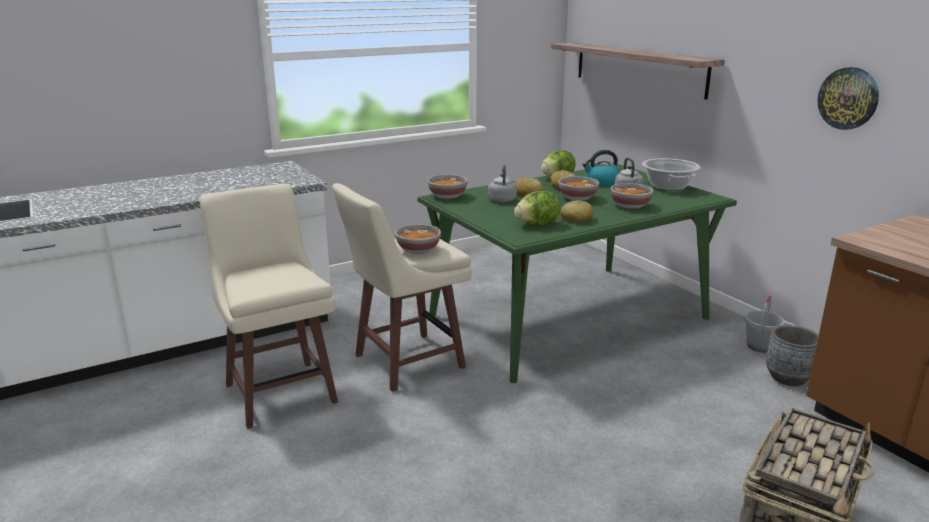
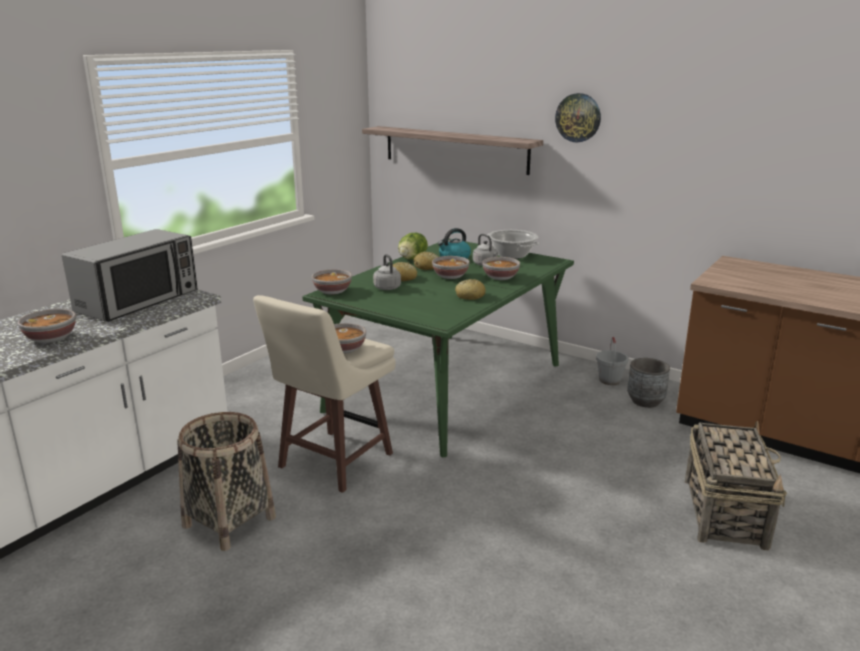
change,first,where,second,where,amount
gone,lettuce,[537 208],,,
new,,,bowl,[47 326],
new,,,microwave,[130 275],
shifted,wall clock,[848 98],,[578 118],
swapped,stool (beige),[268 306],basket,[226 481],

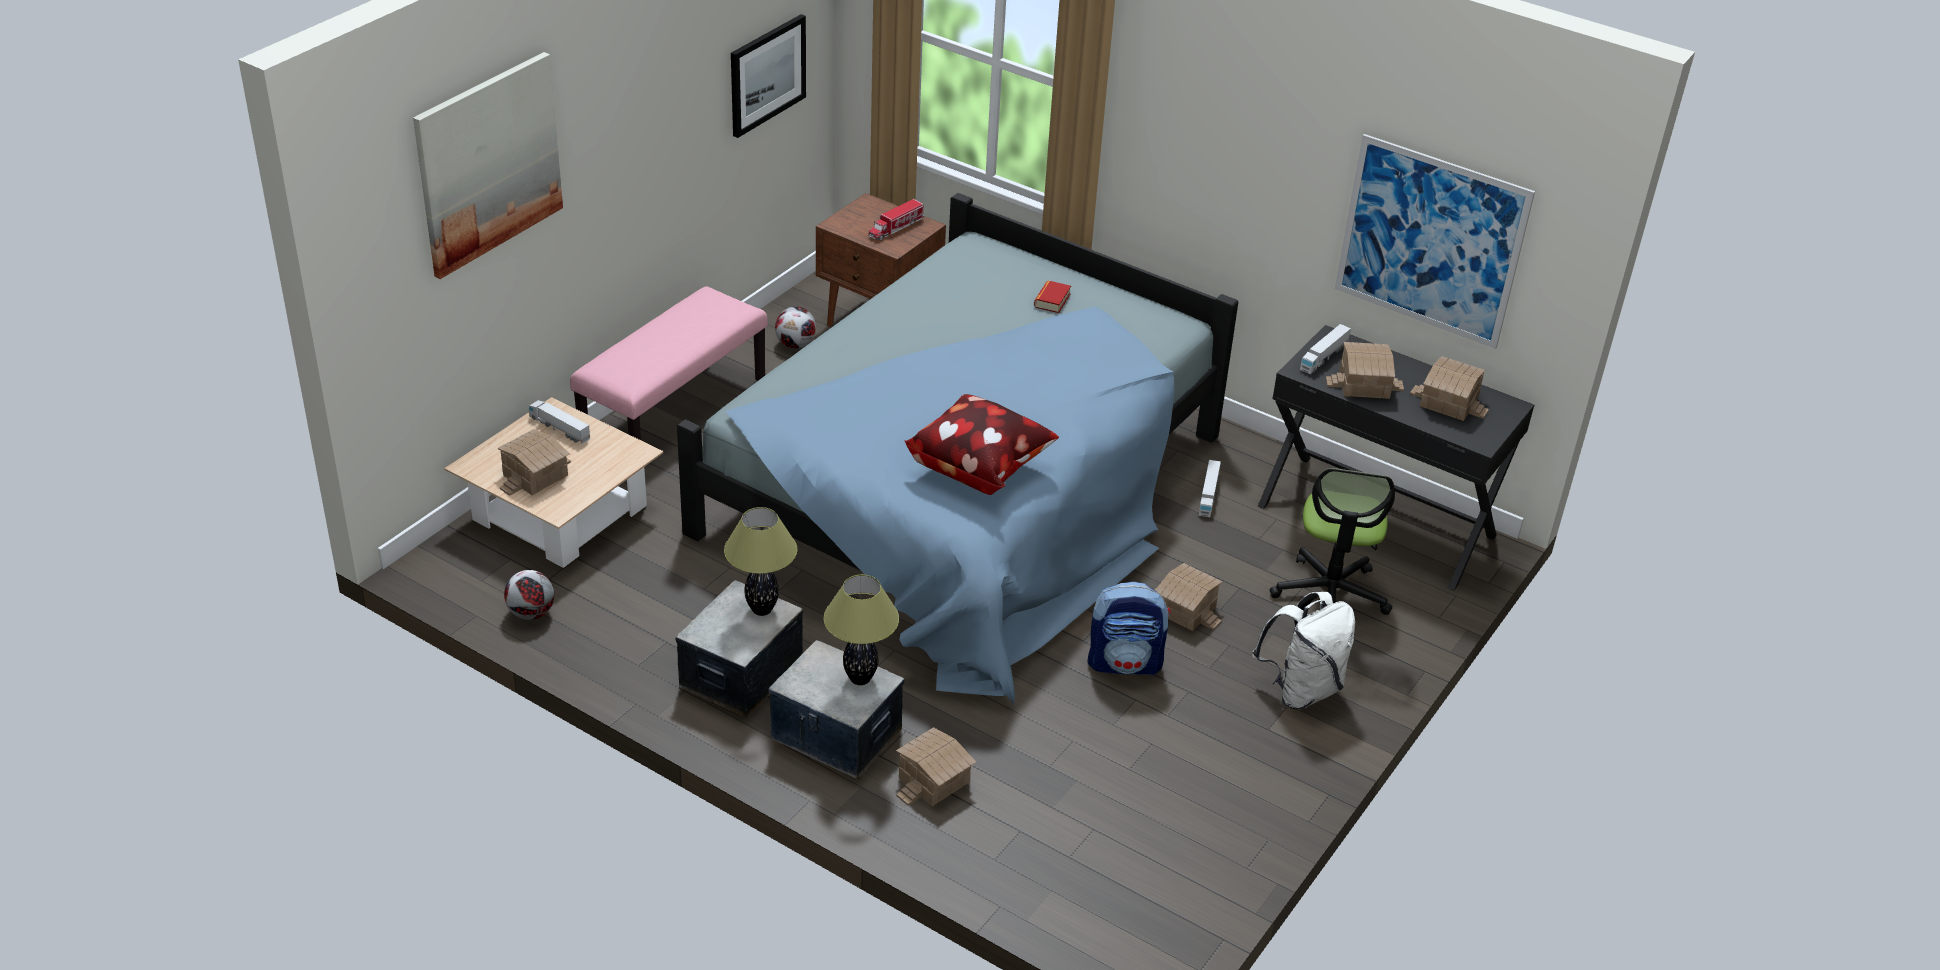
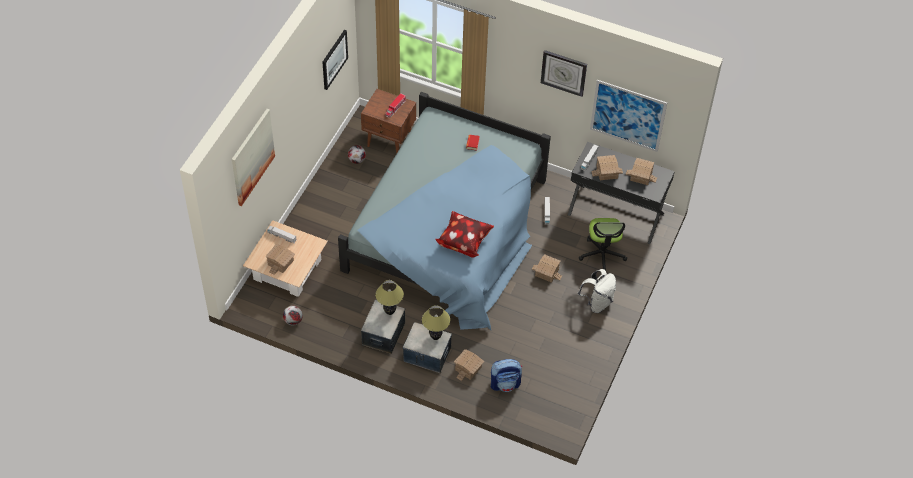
change,first,where,second,where,amount
gone,bench (pink),[669 363],,,
new,,,wall clock,[564 73],
shifted,backpack,[1129 628],,[506 375],

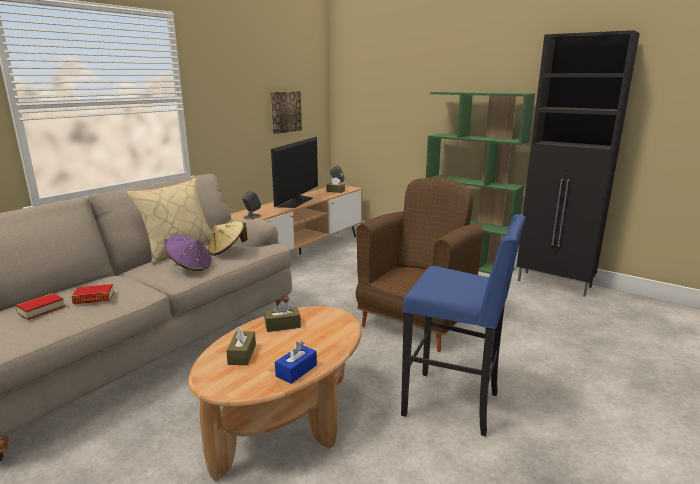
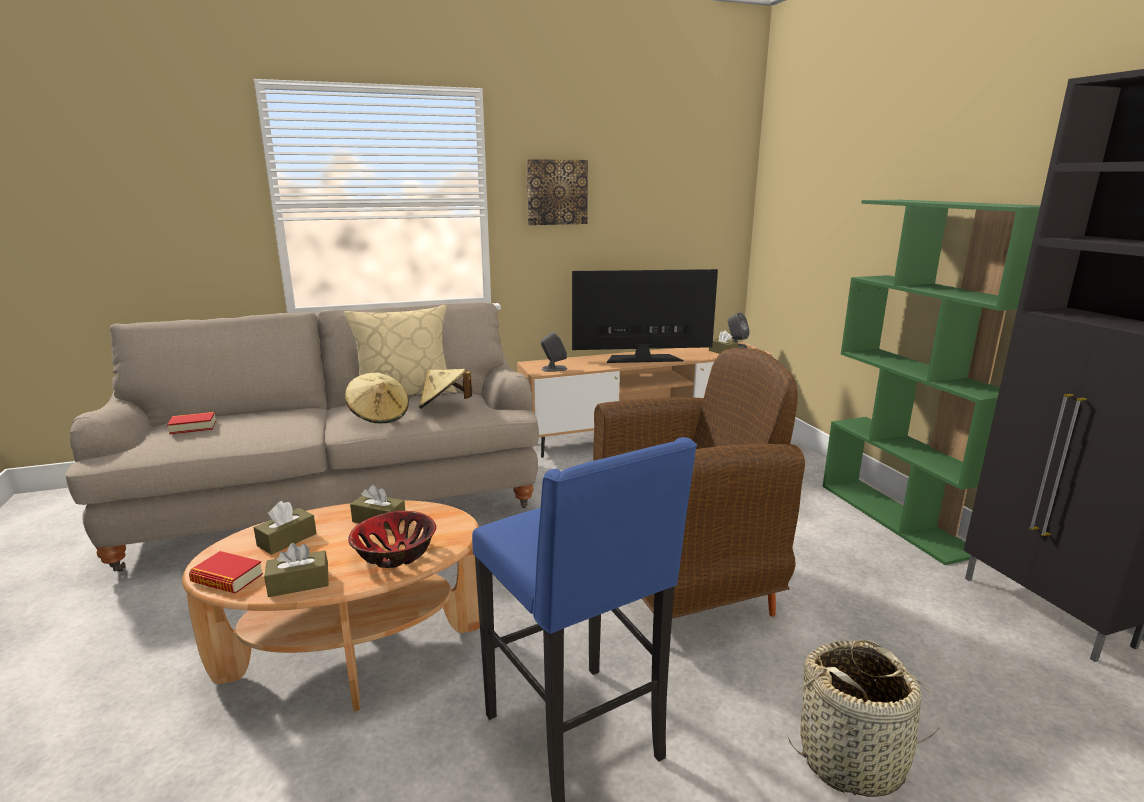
change,first,where,second,where,amount
new,,,bowl,[392 539],
new,,,basket,[863 718],
shifted,book,[93 294],,[226 572],
shifted,picture,[286 112],,[557 192],
repainted,hat (purple),[188 253],hat (beige),[377 398],
repainted,tissue box (blue),[296 362],tissue box (brown),[296 570],
rotated,television,[294 172],,[645 316],150 degrees counterclockwise

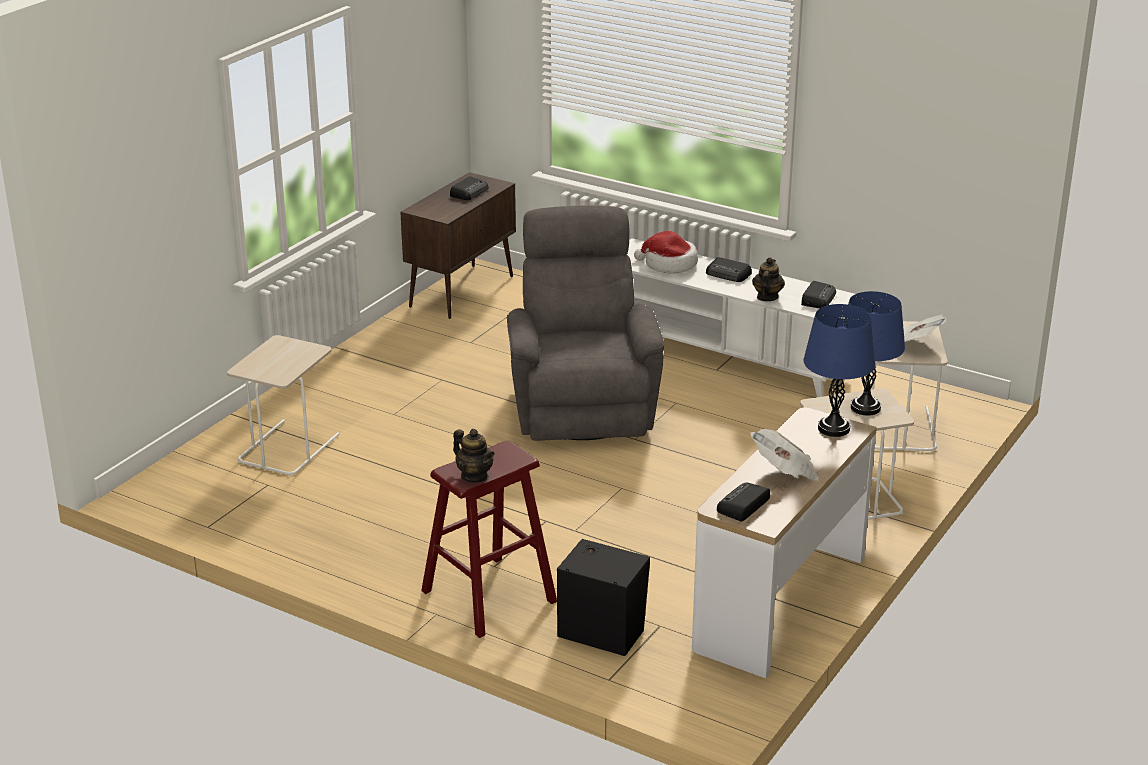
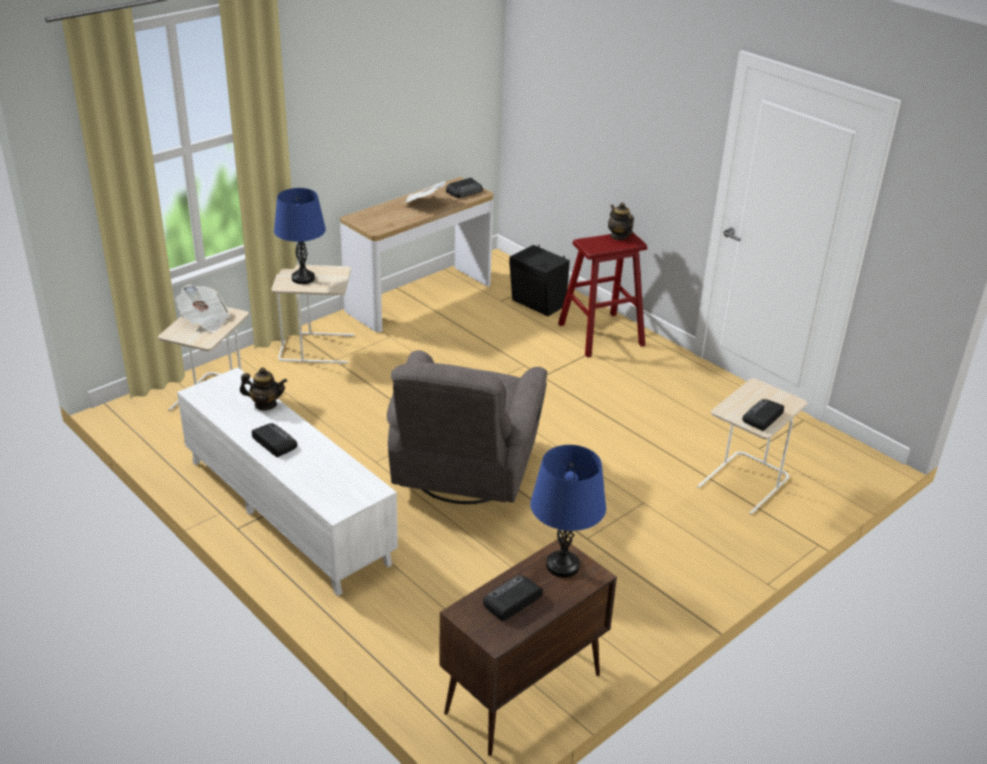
change,first,where,second,where,amount
gone,hat,[666 252],,,
shifted,radio,[818 294],,[763 415],
shifted,table lamp (blue),[840 370],,[568 511],
rotated,teapot,[768 279],,[263 388],120 degrees counterclockwise

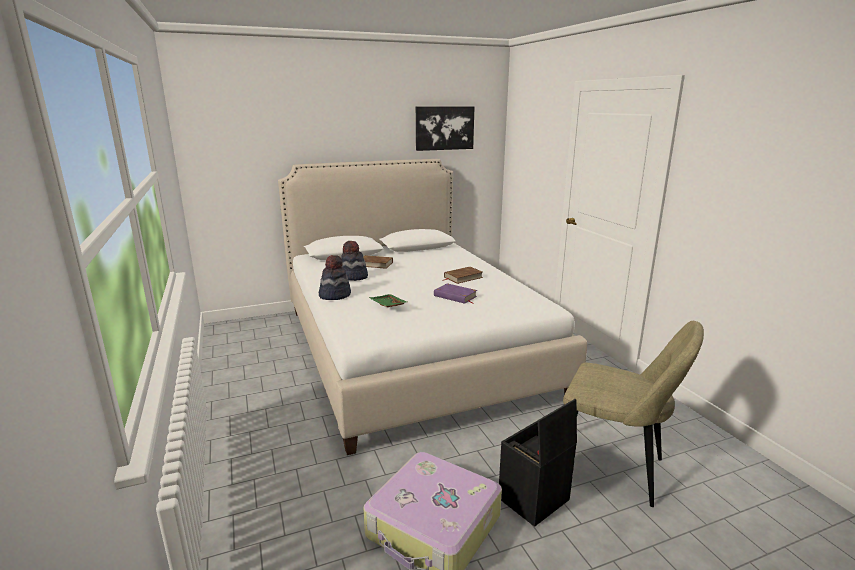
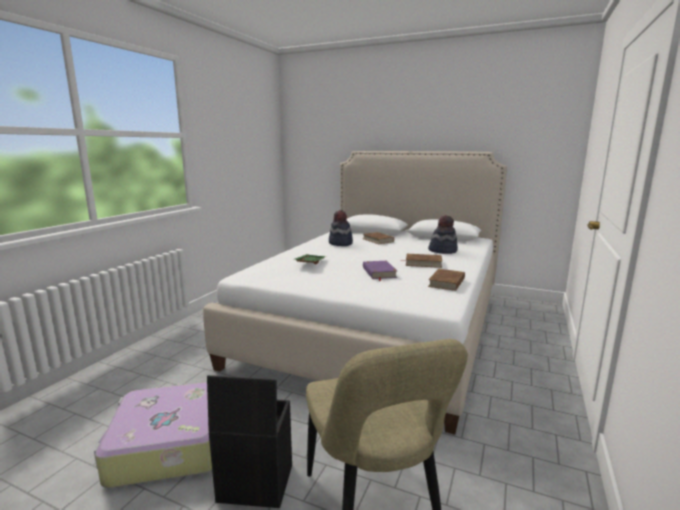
change,first,where,second,where,amount
gone,picture,[445 128],,,
new,,,book (brown),[446 280],
shifted,hat,[335 277],,[443 234],

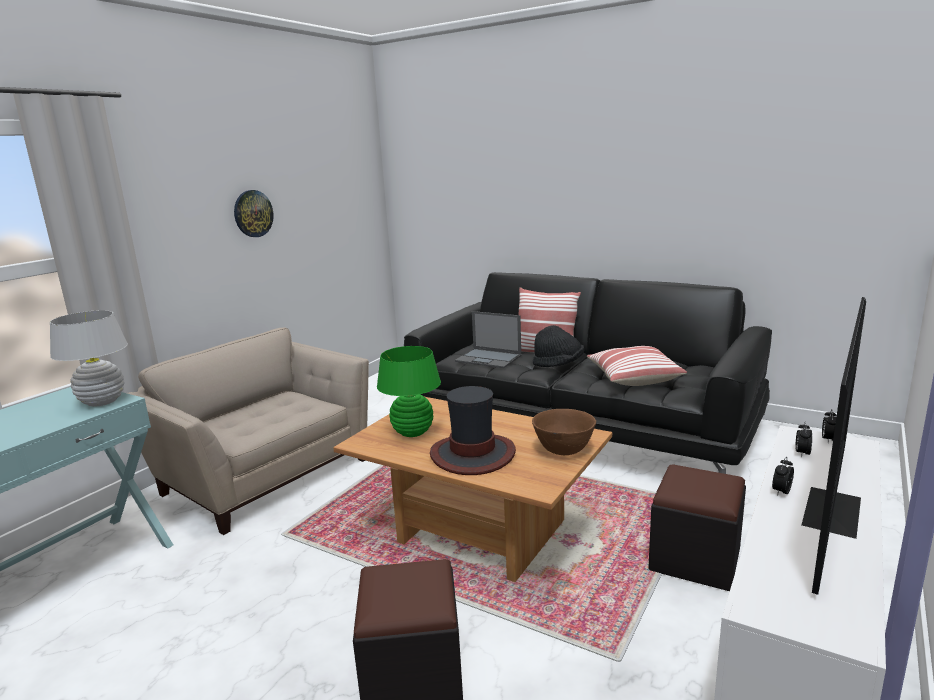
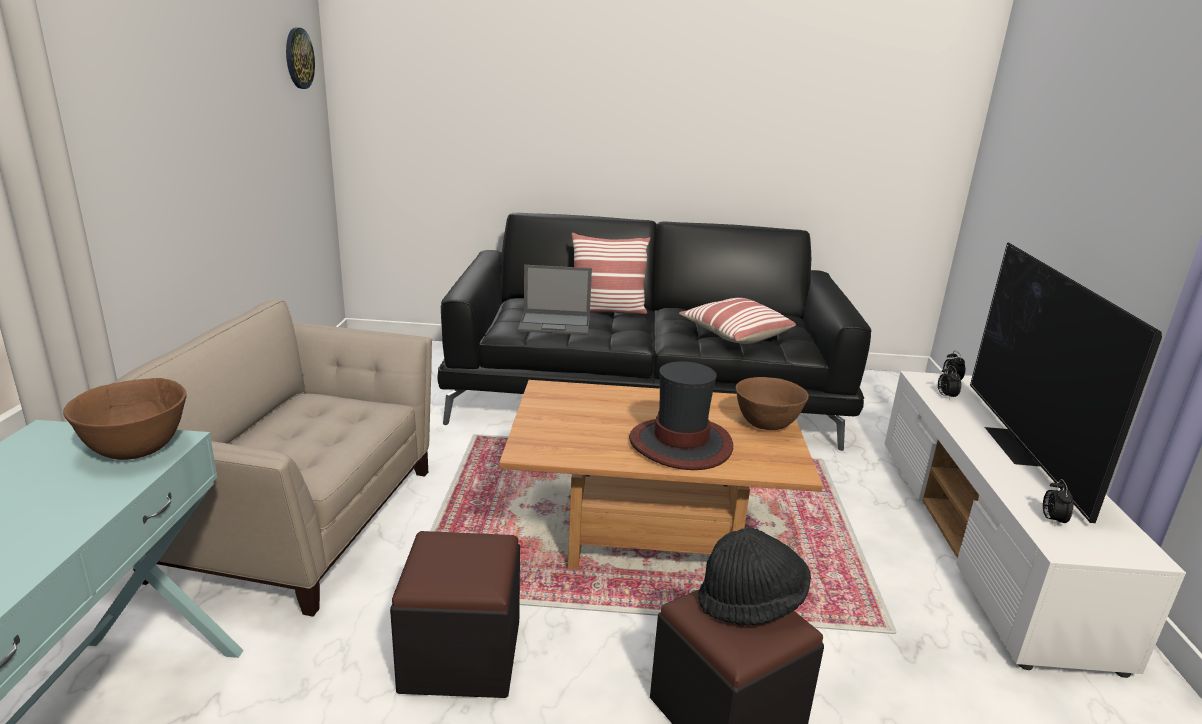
change,first,where,second,where,amount
gone,table lamp (green),[409 391],,,
shifted,wall clock,[254 213],,[300 58],
shifted,hat (black),[558 346],,[754 576],
shifted,ottoman (black),[697 528],,[455 614],
shifted,alarm clock,[783 476],,[1058 502],
swapped,table lamp (white),[89 358],bowl (brown),[124 419],

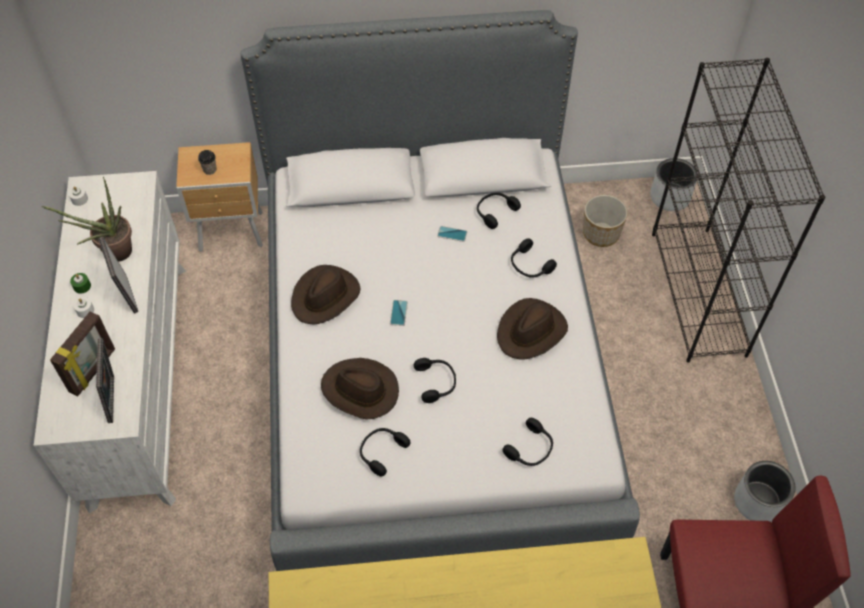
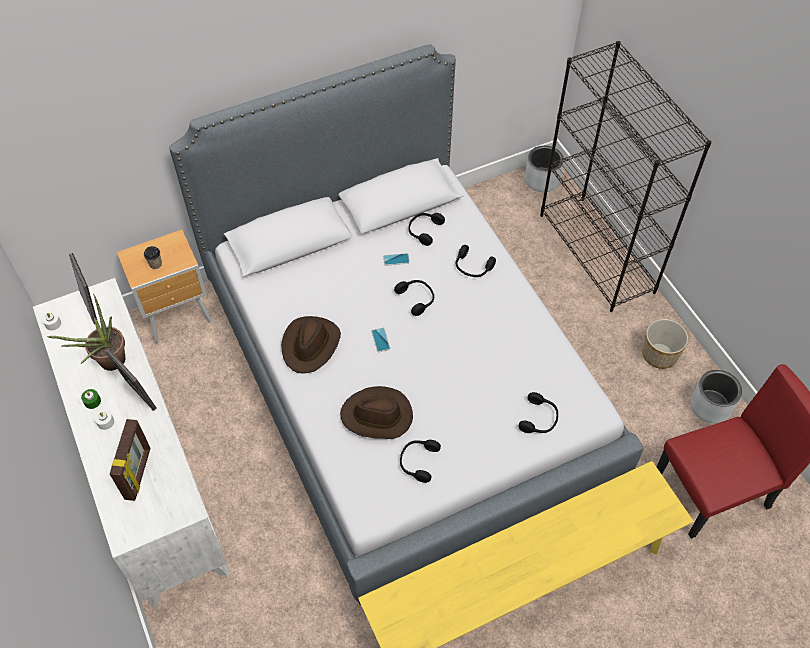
change,first,where,second,where,amount
gone,hat (brown),[532 329],,,
shifted,picture frame,[105 381],,[83 288],
shifted,headphones (black),[435 380],,[414 298],
shifted,planter,[605 221],,[665 344],

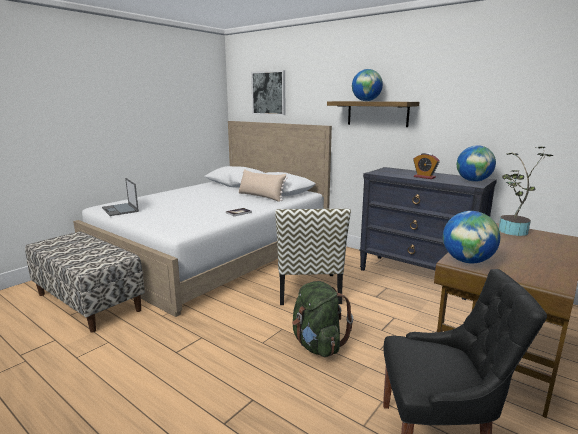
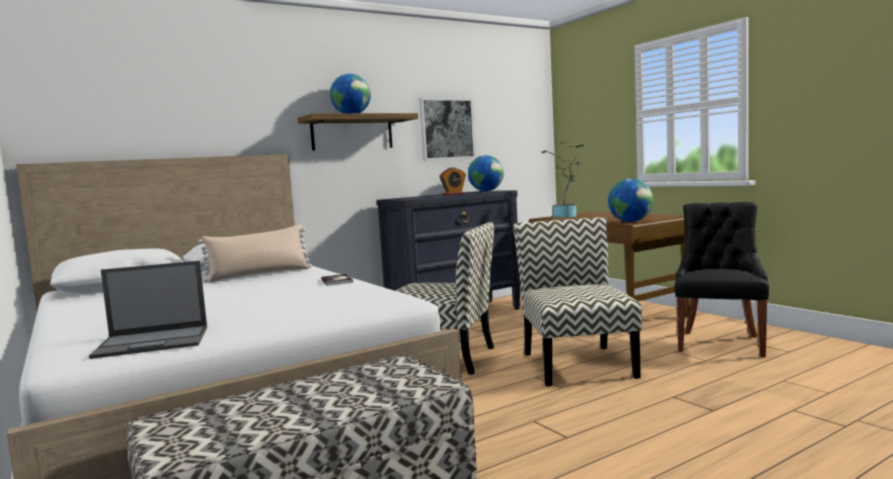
change,first,where,second,where,amount
shifted,picture,[268 92],,[447 129],
swapped,backpack (green),[322 319],chair,[577 301],

